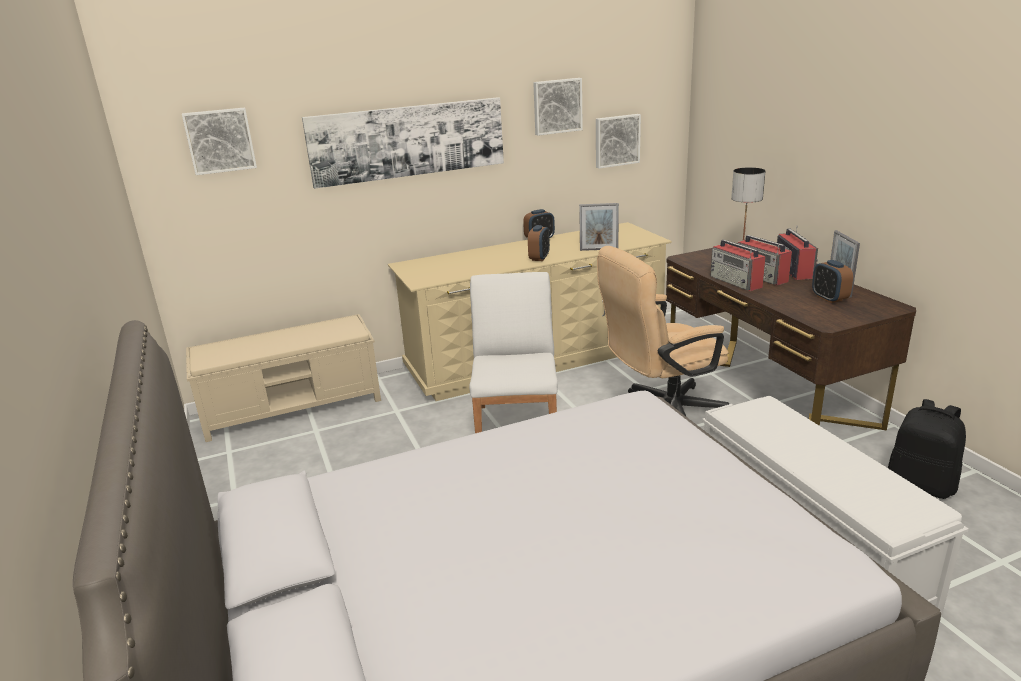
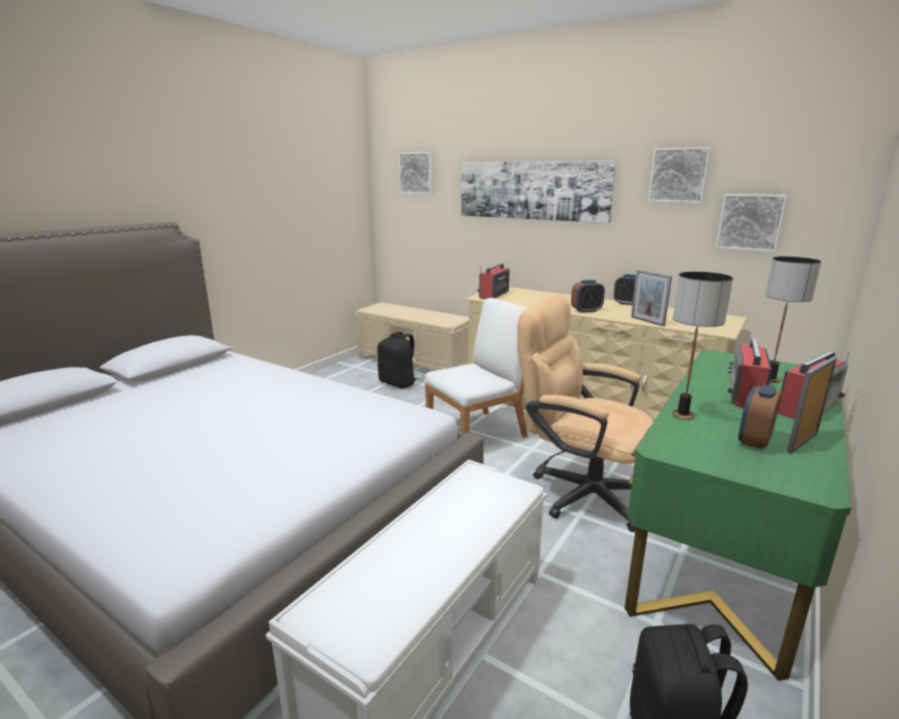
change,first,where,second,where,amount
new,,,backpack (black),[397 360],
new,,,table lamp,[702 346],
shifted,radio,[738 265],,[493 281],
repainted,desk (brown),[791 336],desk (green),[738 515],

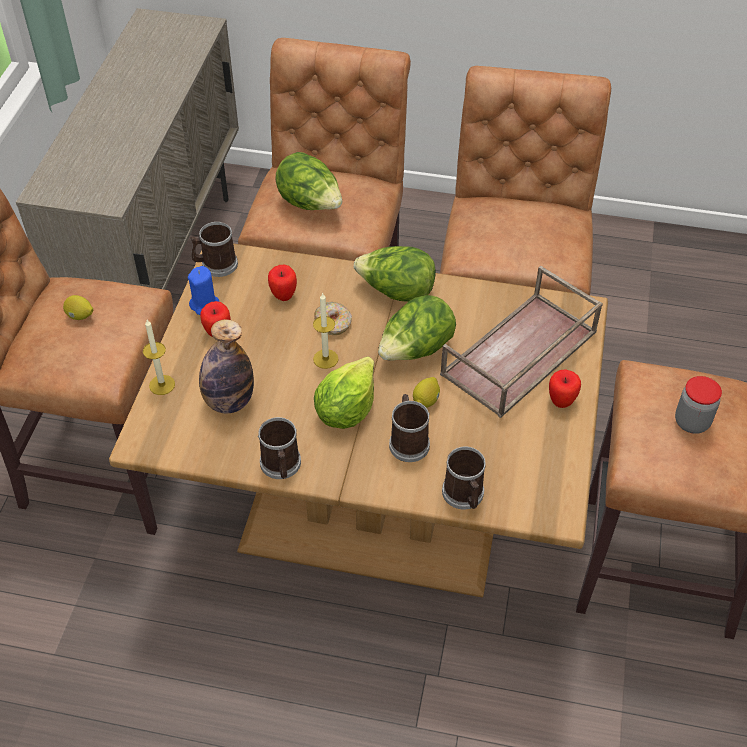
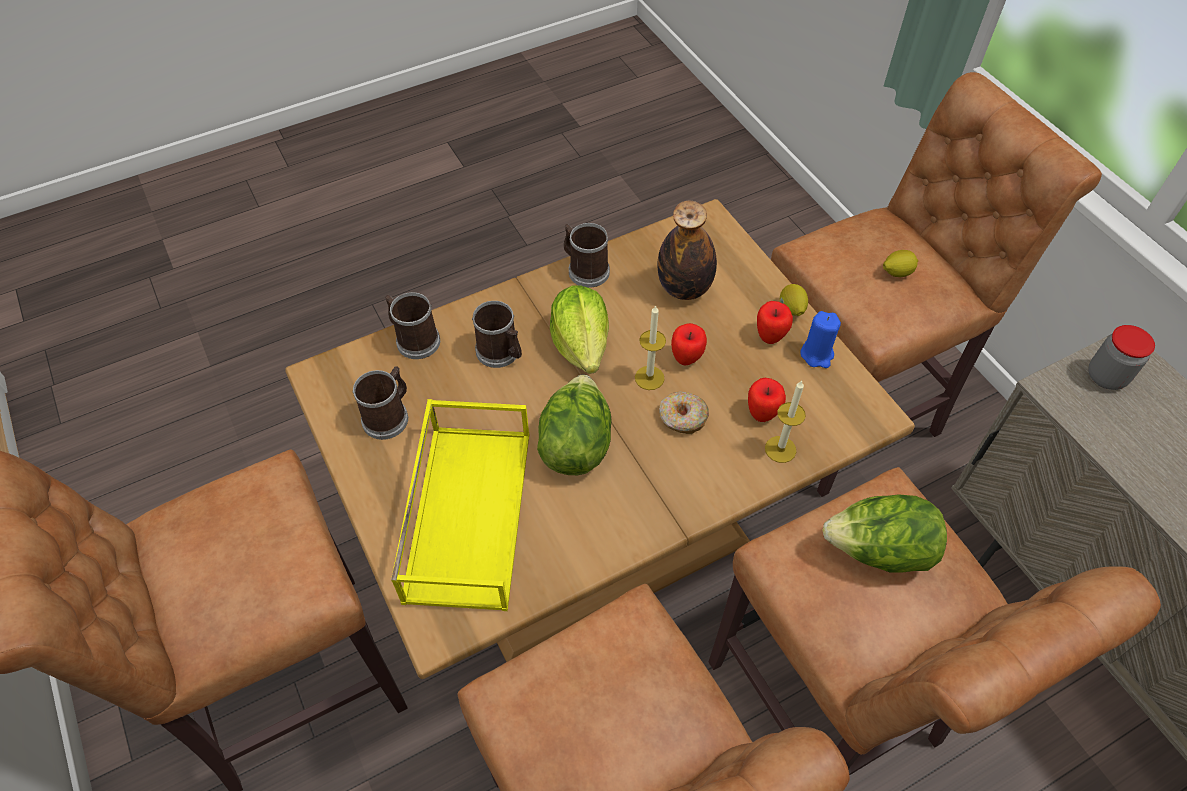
change,first,where,second,where,amount
gone,lettuce,[395 274],,,
shifted,candle,[159 357],,[785 422],
shifted,mug,[214 249],,[380 403],
shifted,lemon,[426 392],,[794 300],
shifted,apple,[565 388],,[689 344],
shifted,jar,[698 405],,[1121 357],
repainted,tray (brown),[521 342],tray (yellow),[460 505],

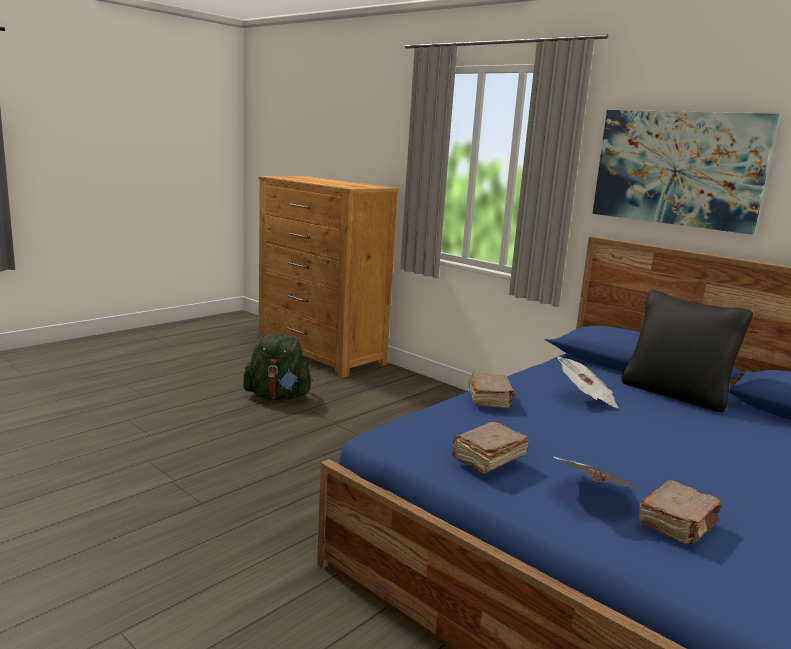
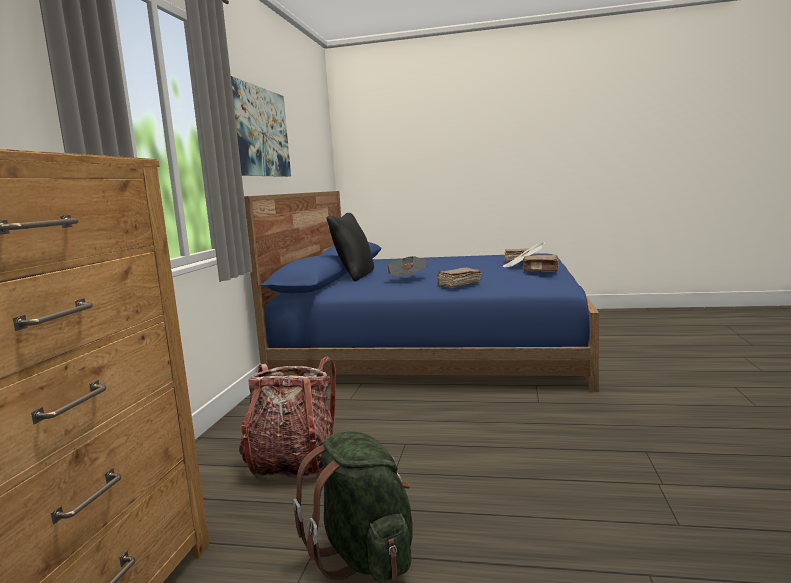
change,first,where,second,where,amount
new,,,backpack,[287 418],

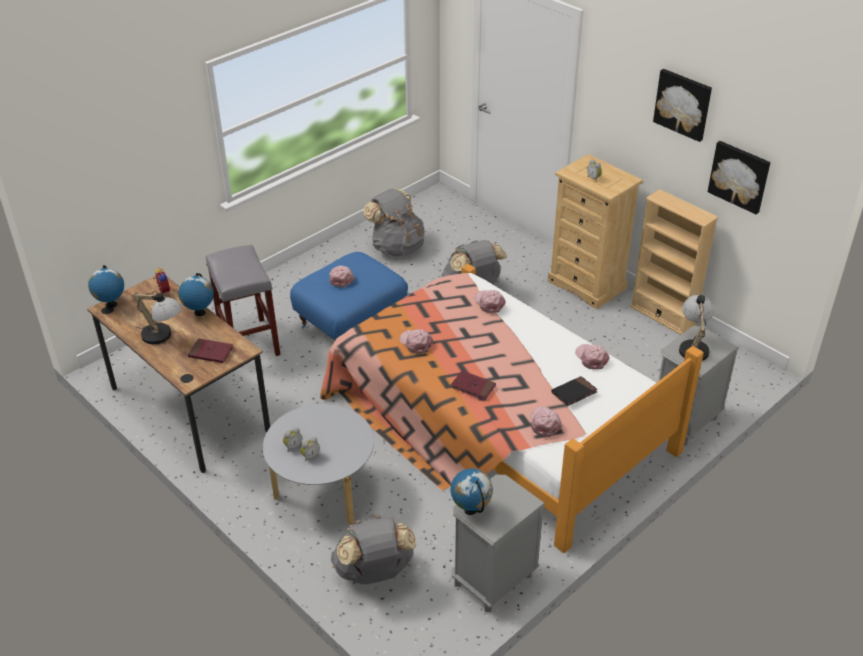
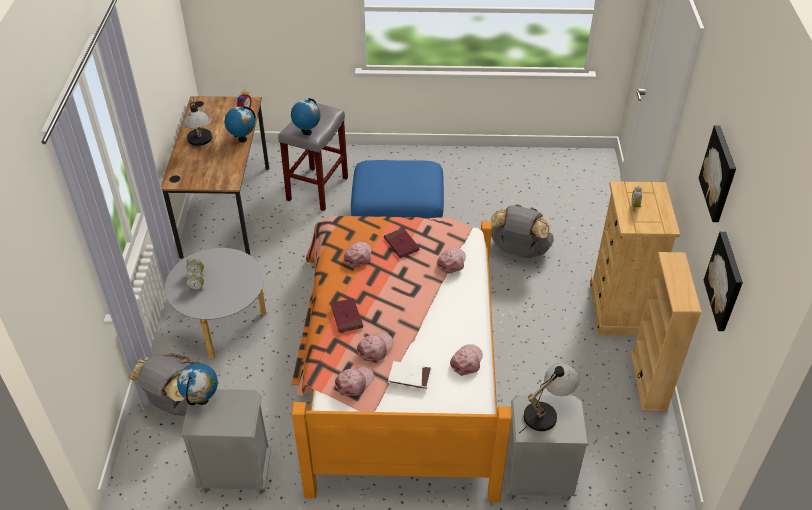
change,first,where,second,where,amount
gone,backpack (grey),[393 222],,,
shifted,globe,[106 286],,[306 116],
shifted,book (red),[210 350],,[402 243],
shifted,cap (pink),[342 276],,[375 347],
repainted,book (black),[574 391],book (white),[410 375],

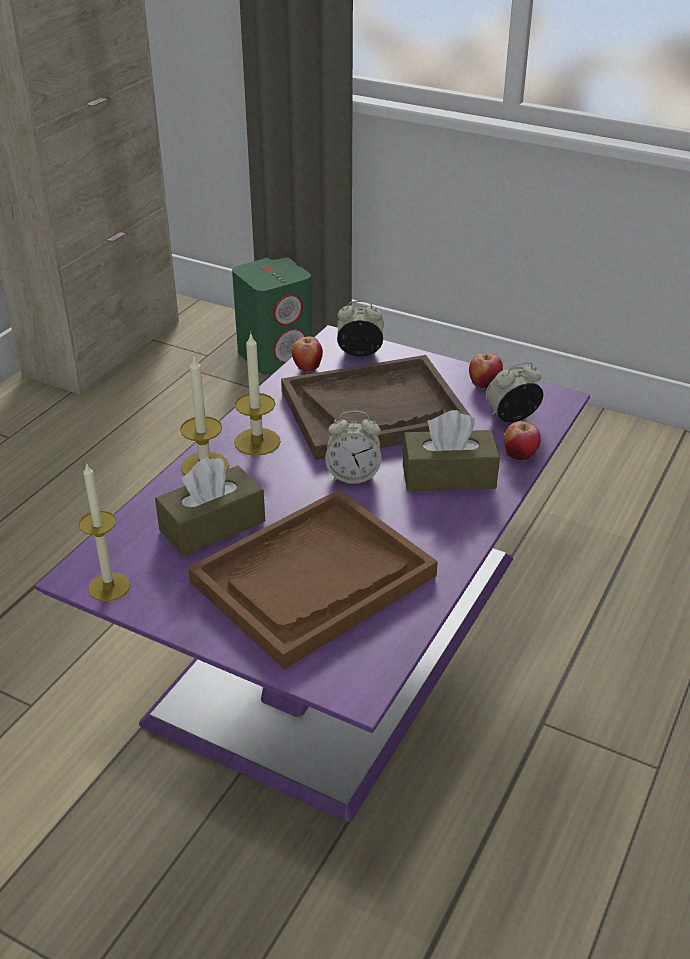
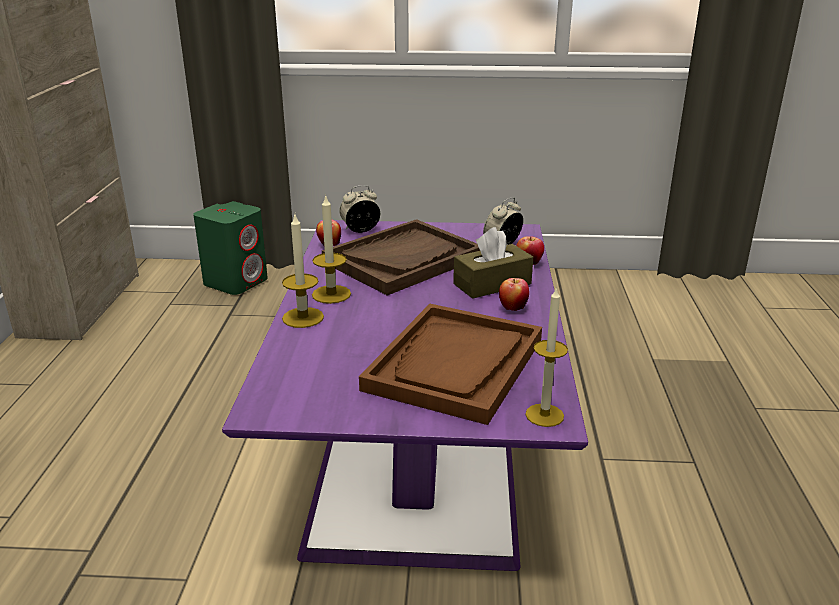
change,first,where,second,where,amount
gone,tissue box (brown),[210 506],,,
gone,alarm clock,[353 447],,,
shifted,candle,[104 531],,[546 356],
shifted,apple,[486 370],,[514 294],

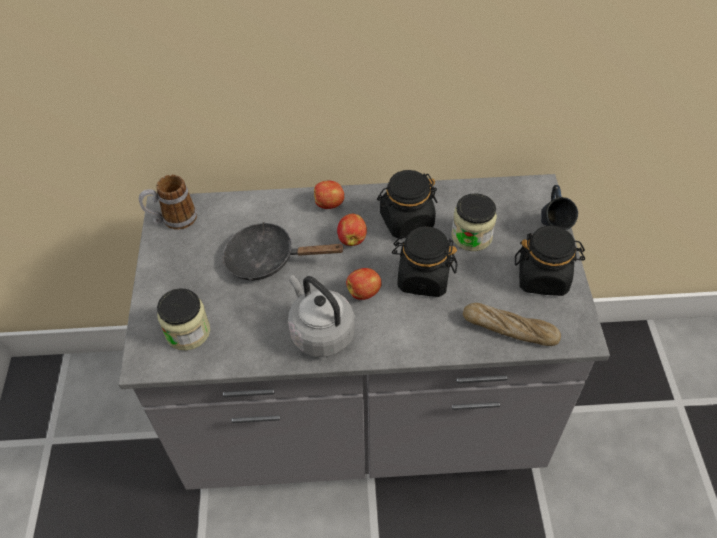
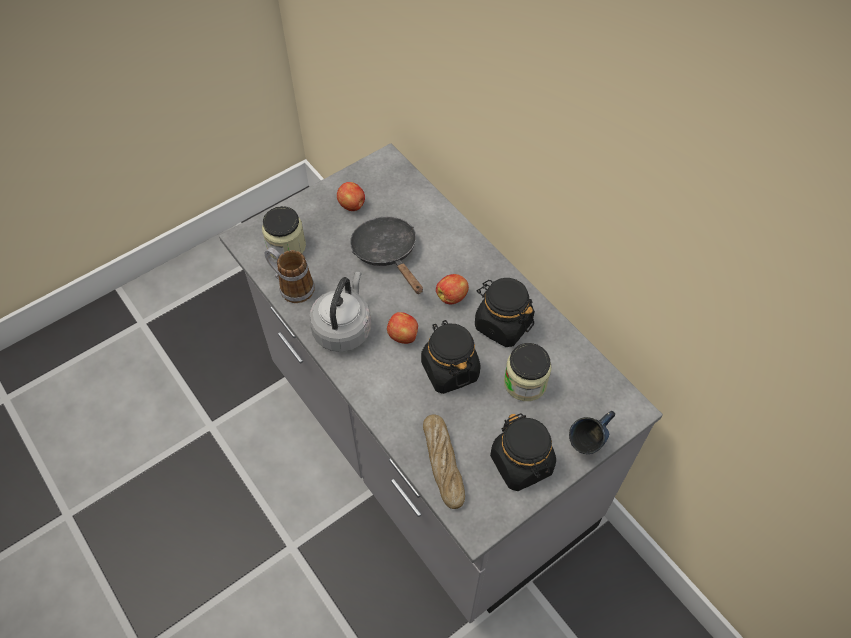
change,first,where,second,where,amount
shifted,mug,[168 202],,[290 275],
shifted,apple,[329 195],,[351 196],

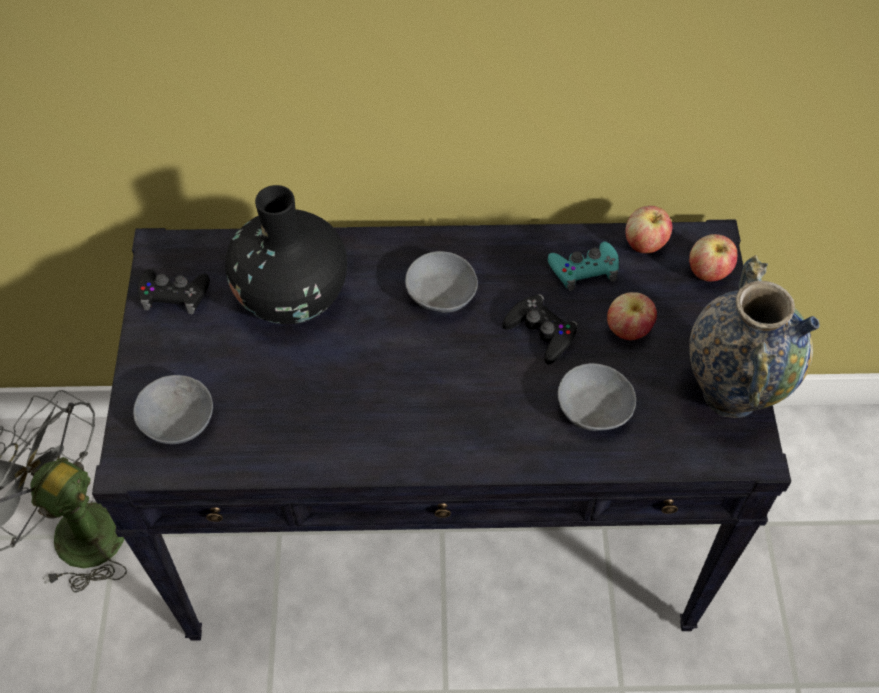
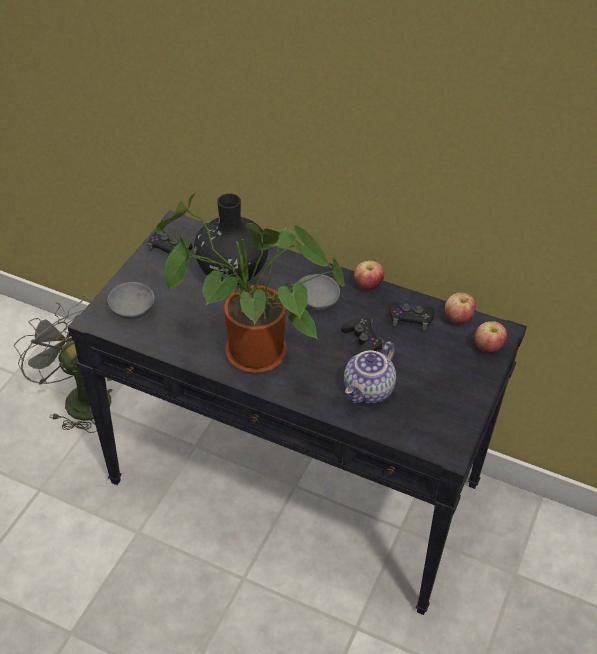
change,first,where,second,where,amount
gone,vase,[754 336],,,
new,,,potted plant,[250 283],
shifted,apple,[632 316],,[369 275],
swapped,bowl (grey),[597 397],teapot,[370 372],
repainted,game controller (turquoise),[583 266],game controller (black),[411 316],

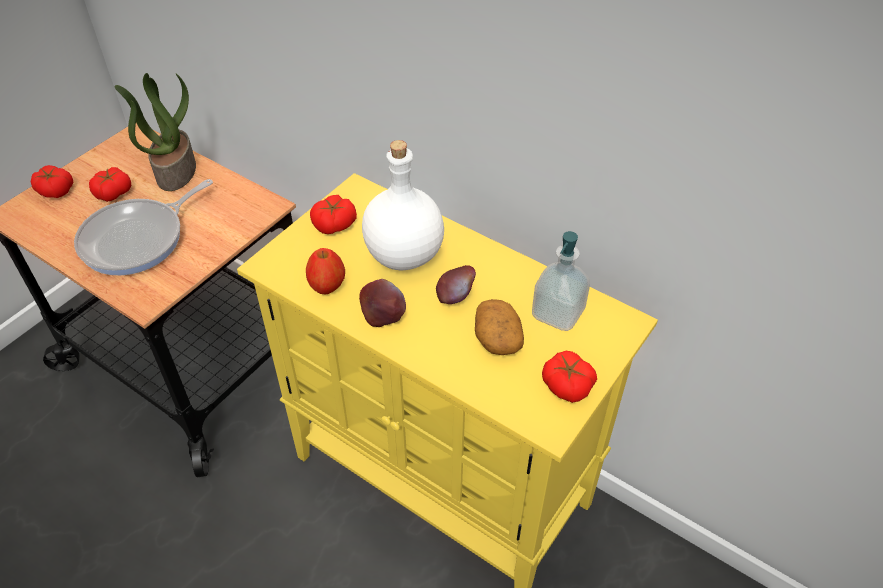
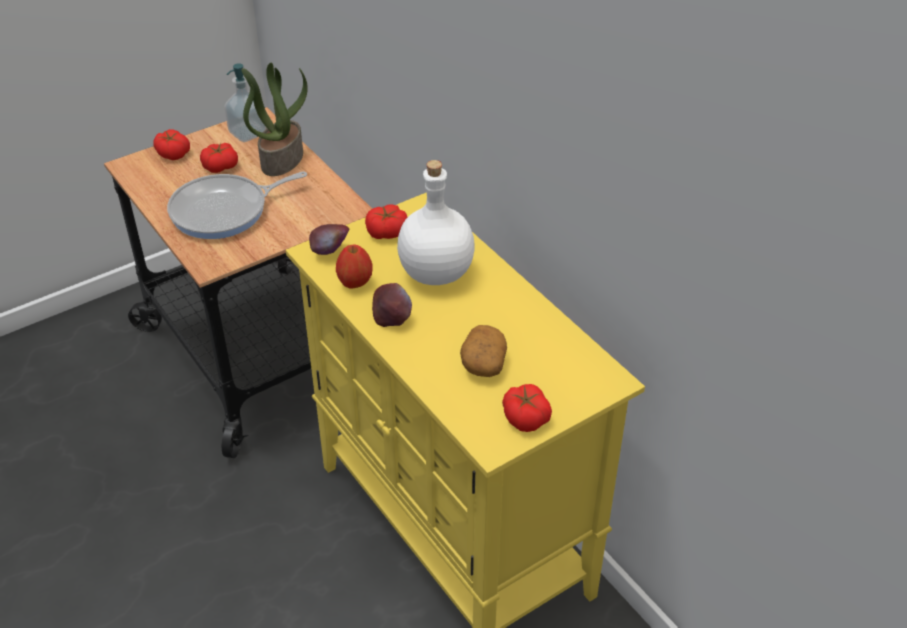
change,first,where,second,where,amount
shifted,apple,[456 284],,[329 239],
shifted,soap dispenser,[561 281],,[245 102],

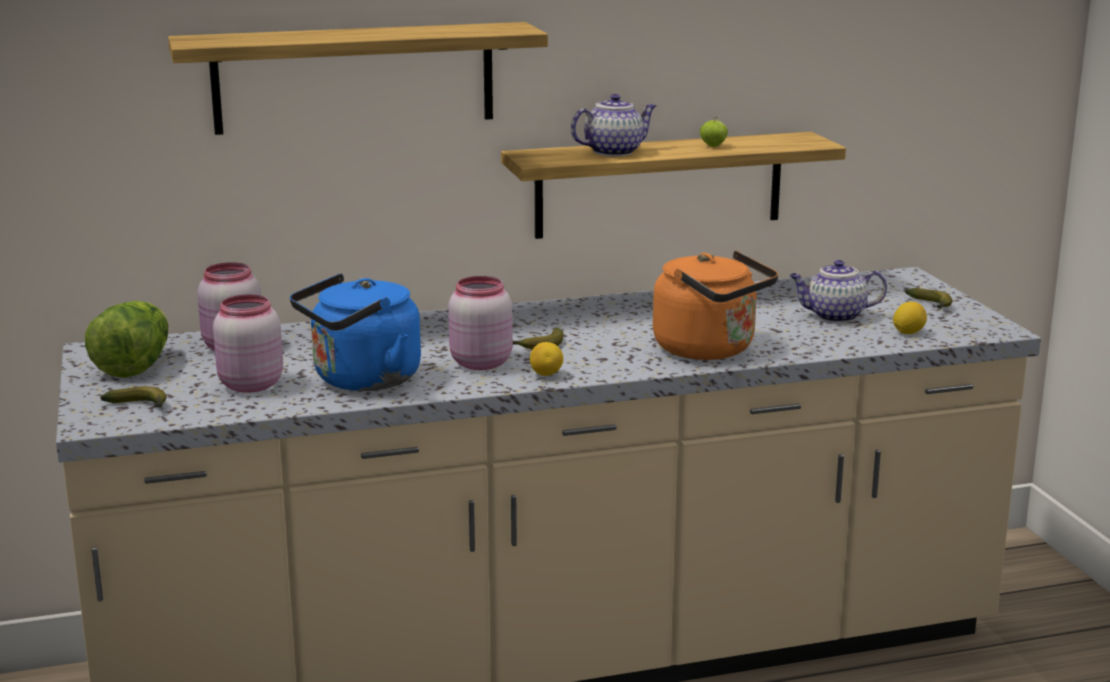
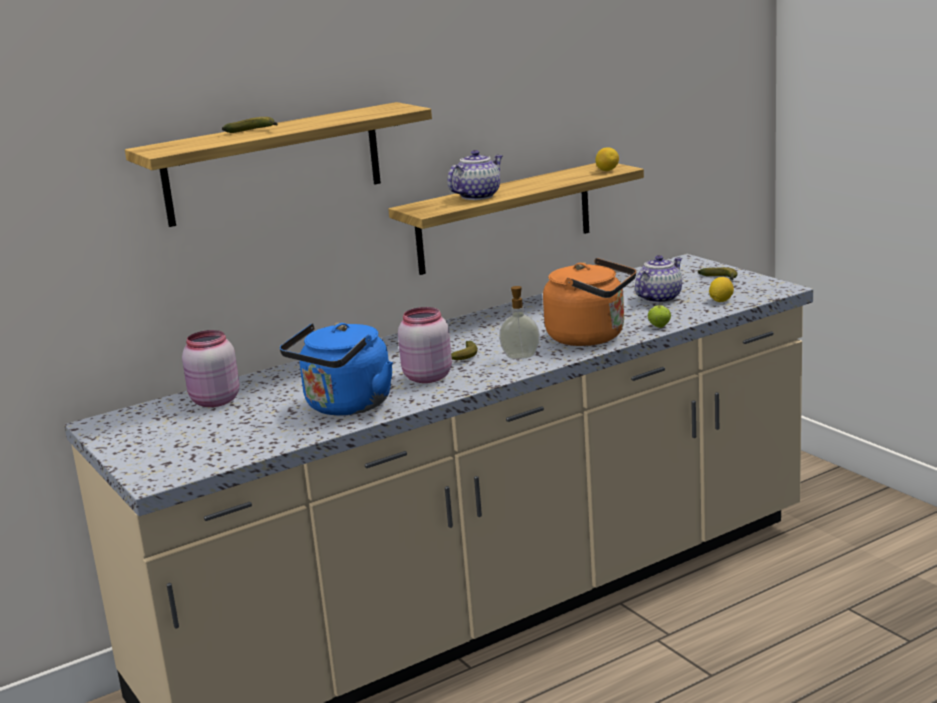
change,first,where,second,where,amount
gone,lettuce,[126 339],,,
gone,jar (pink),[248 344],,,
new,,,soap dispenser,[519 322],
shifted,banana,[133 397],,[250 125],
shifted,lemon,[546 359],,[607 159],
shifted,apple,[714 132],,[659 315],
rotated,teapot,[838 291],,[658 279],150 degrees clockwise

